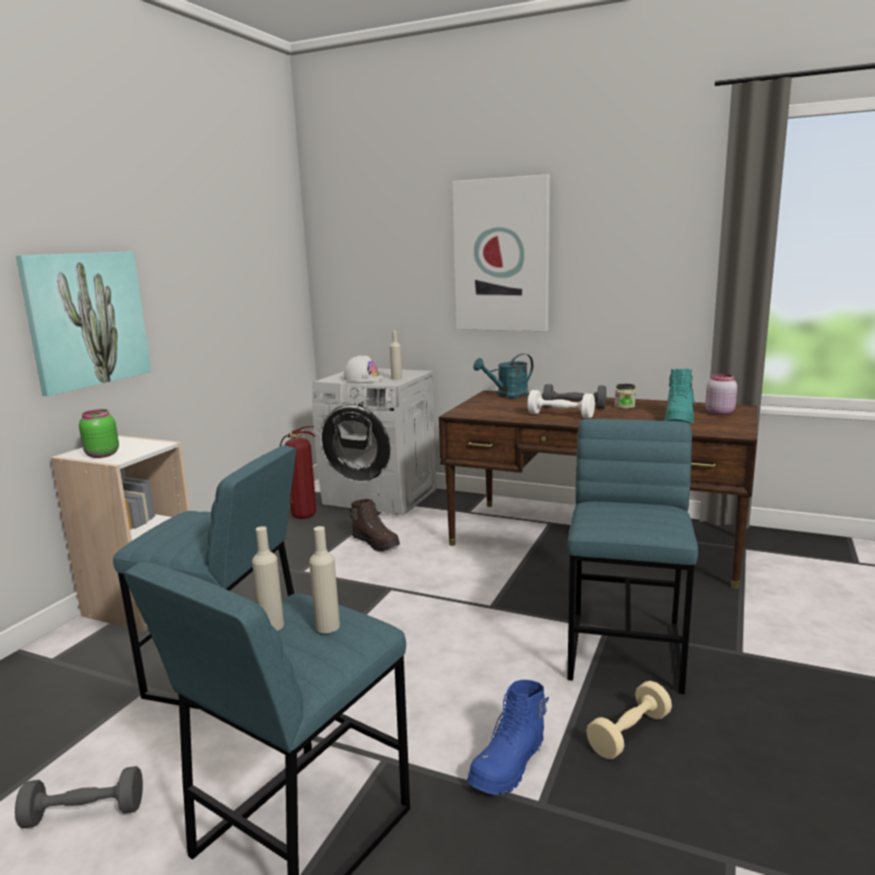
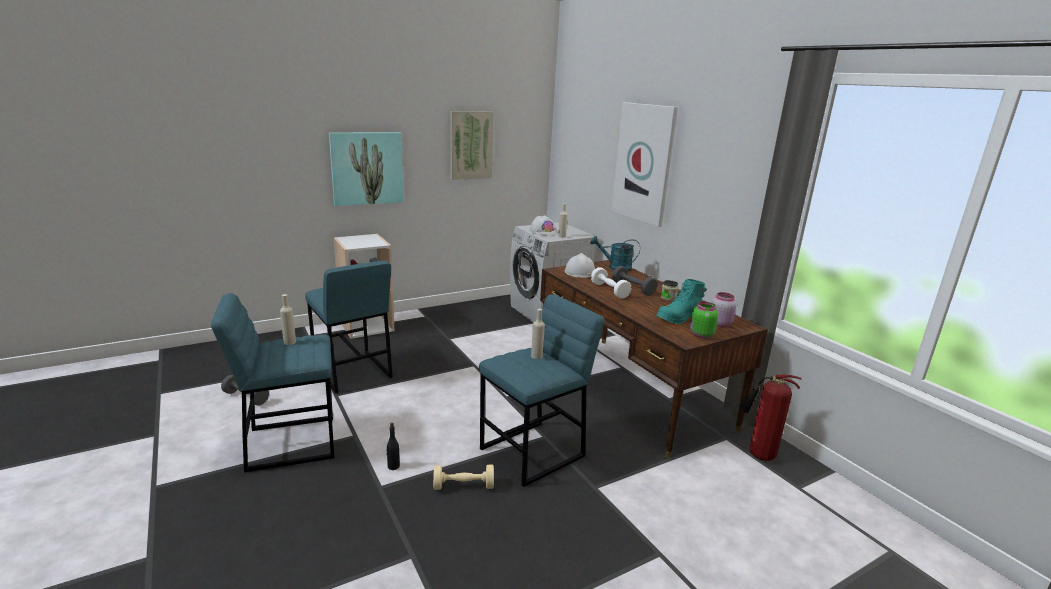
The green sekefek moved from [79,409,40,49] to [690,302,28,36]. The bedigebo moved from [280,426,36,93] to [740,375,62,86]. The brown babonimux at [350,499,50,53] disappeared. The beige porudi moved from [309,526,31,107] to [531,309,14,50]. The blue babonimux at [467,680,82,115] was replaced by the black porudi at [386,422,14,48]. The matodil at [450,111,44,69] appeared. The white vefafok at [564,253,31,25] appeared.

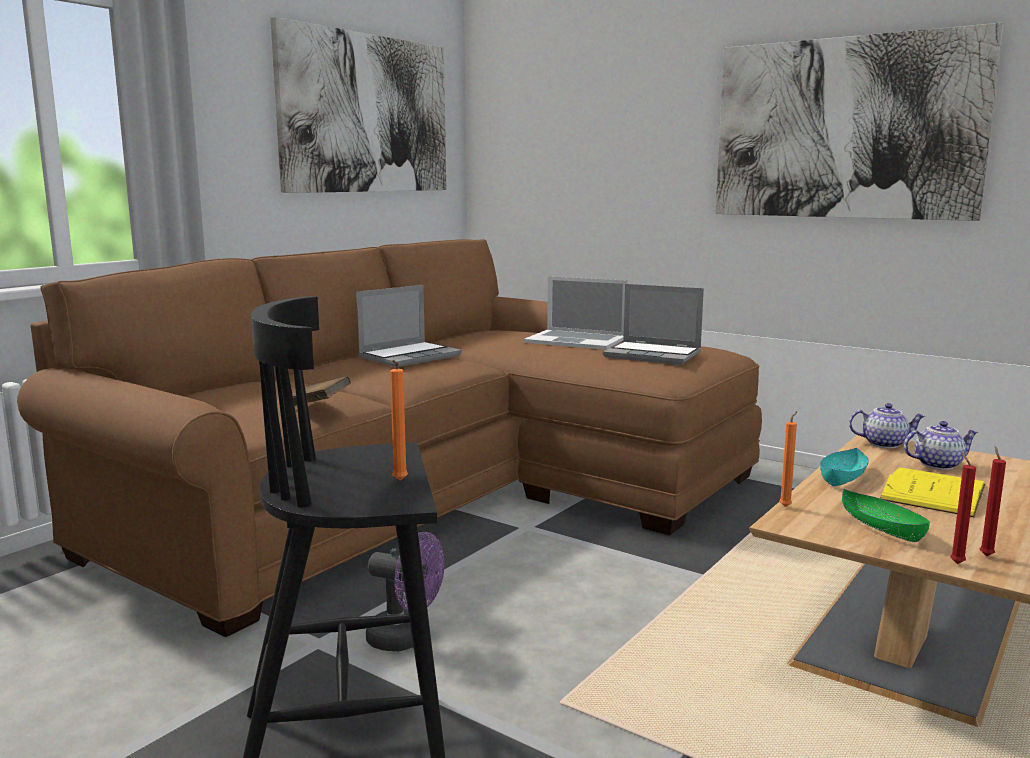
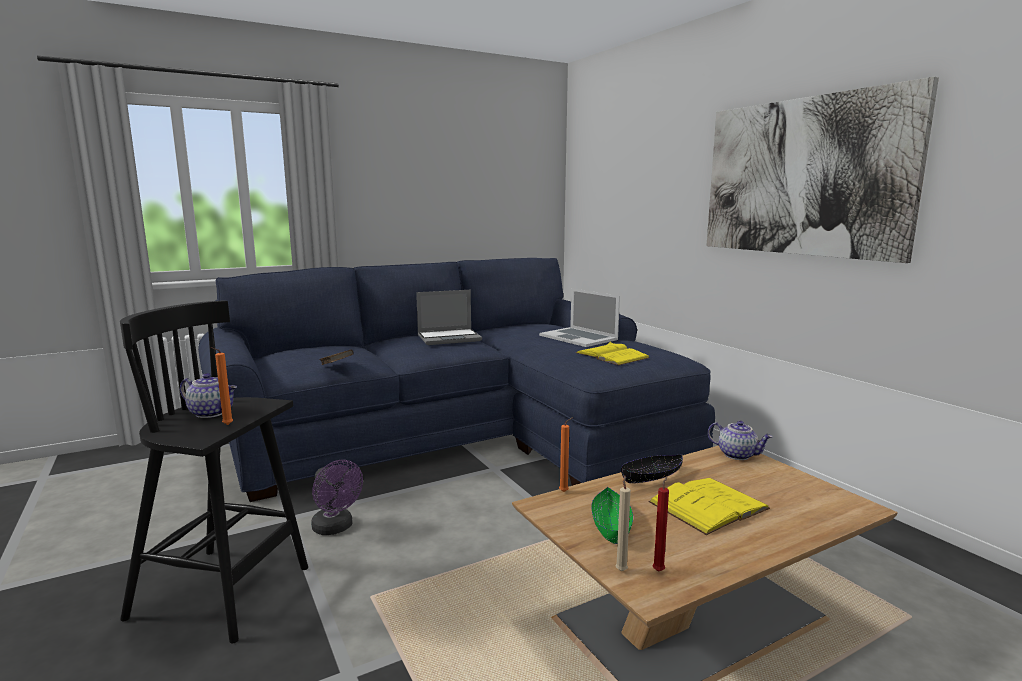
The matodil at [270,17,176,176] disappeared. The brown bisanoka at [17,239,745,398] became the blue bisanoka at [198,258,517,244]. The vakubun at [603,284,101,81] was replaced by the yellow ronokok at [576,342,74,24]. The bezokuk moved from [904,421,74,49] to [180,373,57,45]. The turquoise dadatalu at [820,448,49,39] became the black dadatalu at [621,454,62,29]. The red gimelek at [950,452,26,112] became the beige gimelek at [615,476,16,95].

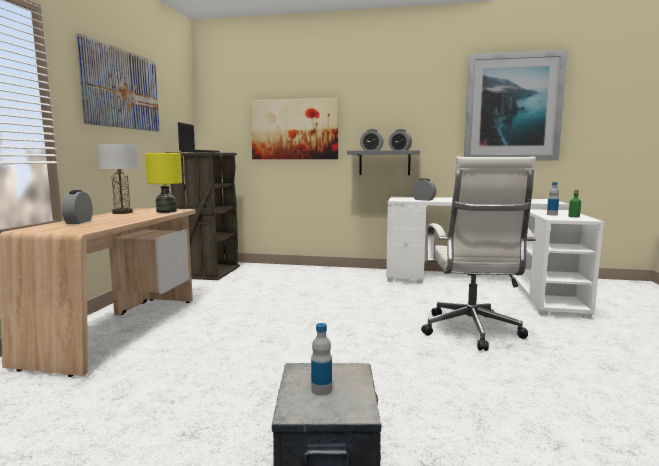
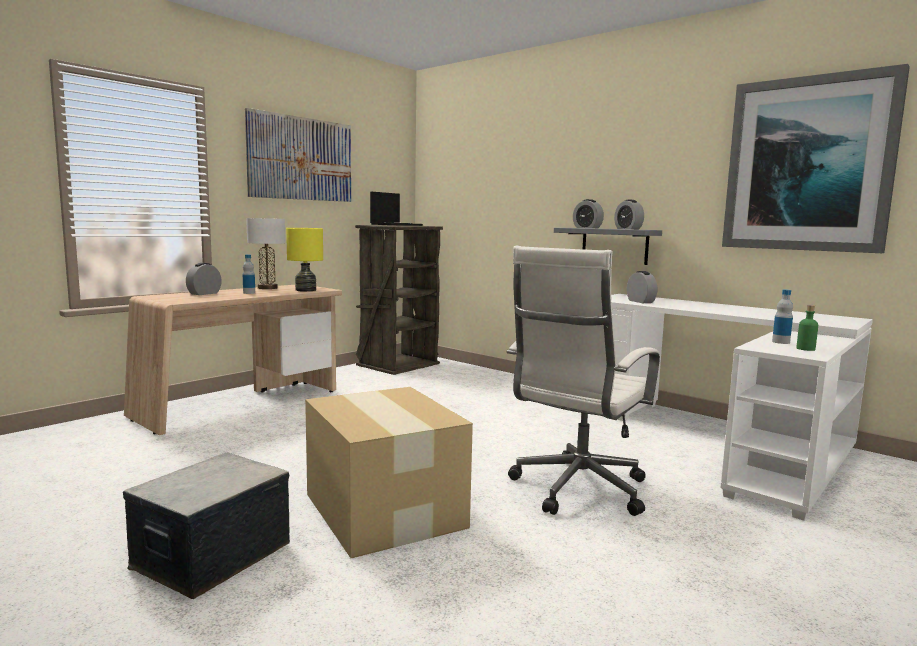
The matodil at [251,98,87,61] disappeared. The porudi moved from [311,323,21,72] to [243,255,12,39]. The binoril at [305,387,168,171] appeared.

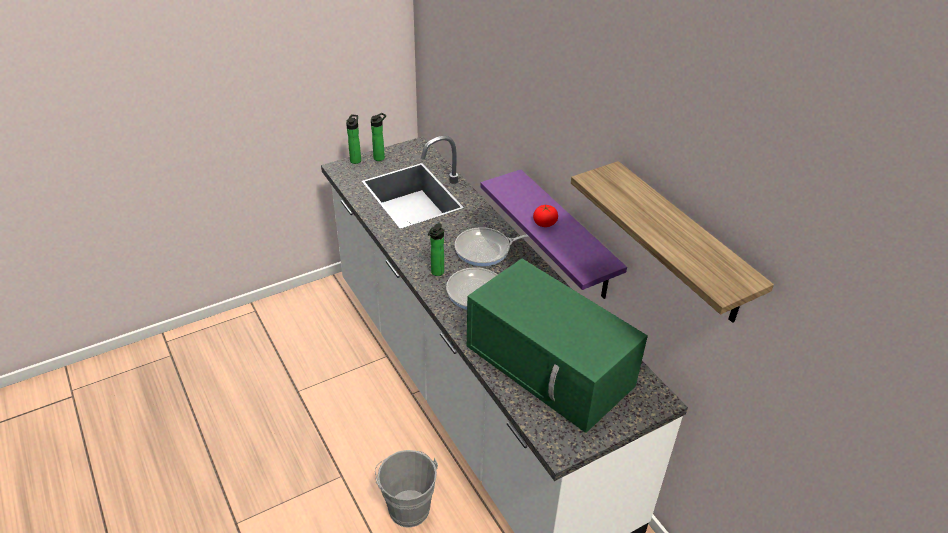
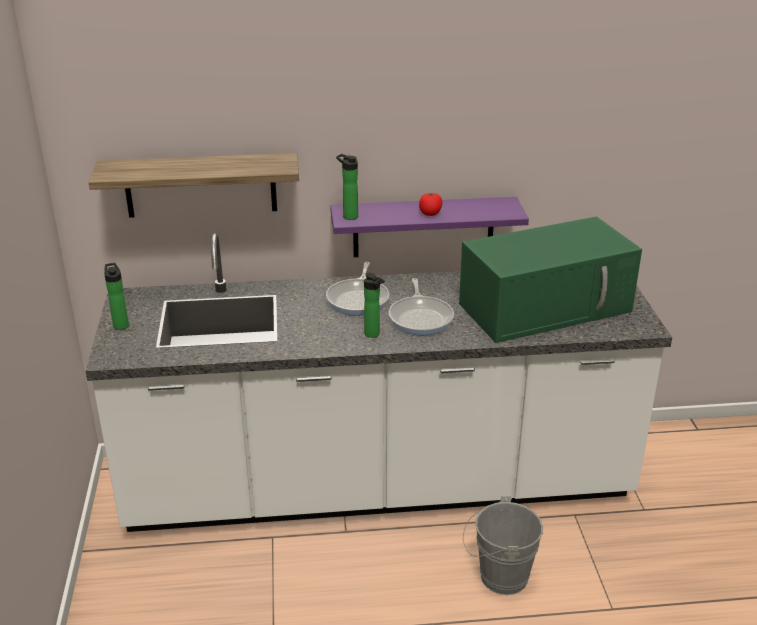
The porudi moved from [346,115,15,49] to [336,154,22,66]. The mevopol moved from [571,161,203,162] to [89,153,210,65].

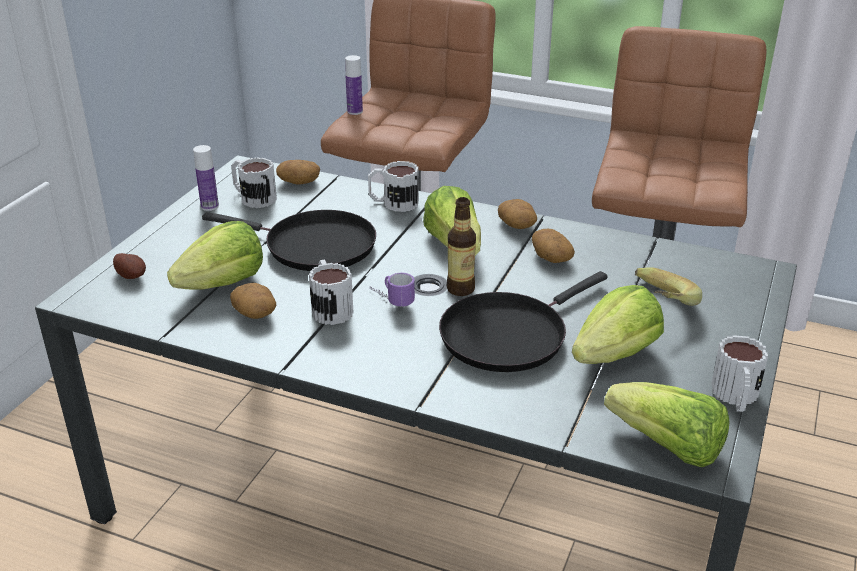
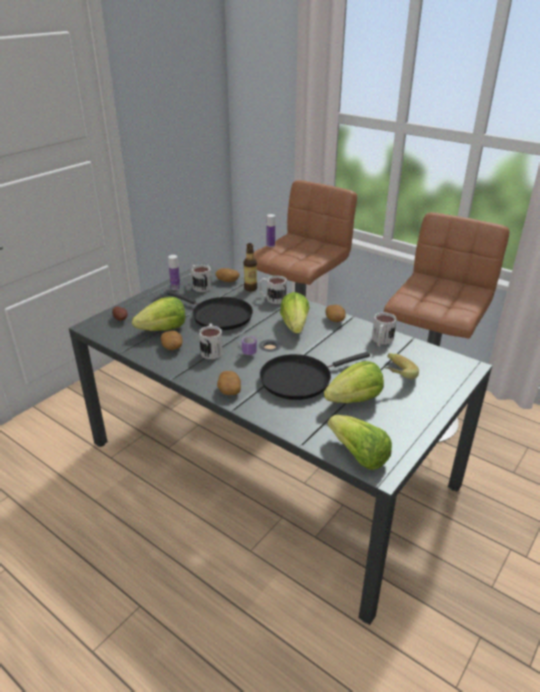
The porudi moved from [447,197,29,99] to [244,243,13,48]. The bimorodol moved from [532,229,43,34] to [217,371,24,24]. The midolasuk moved from [711,335,57,77] to [372,312,25,34].

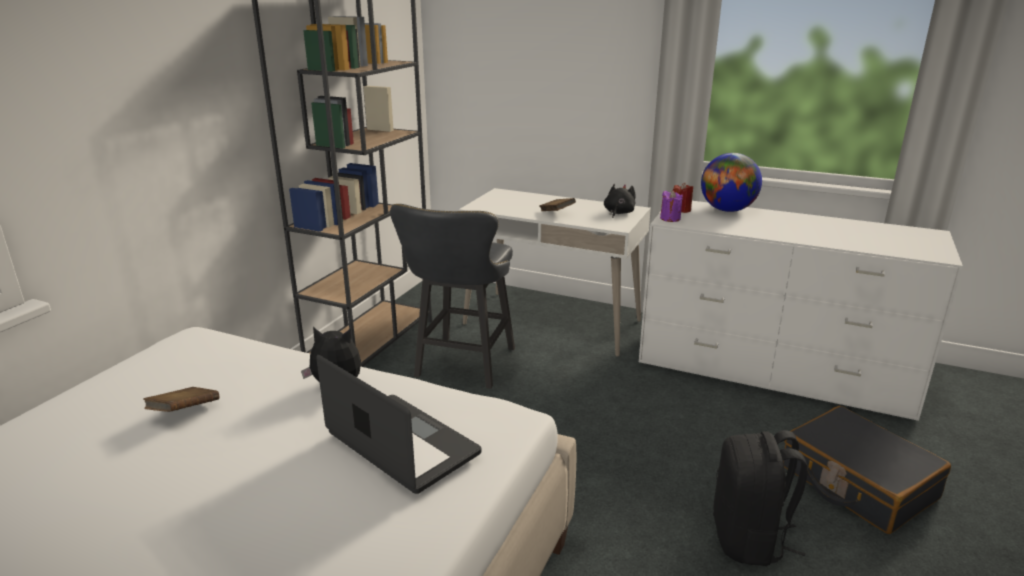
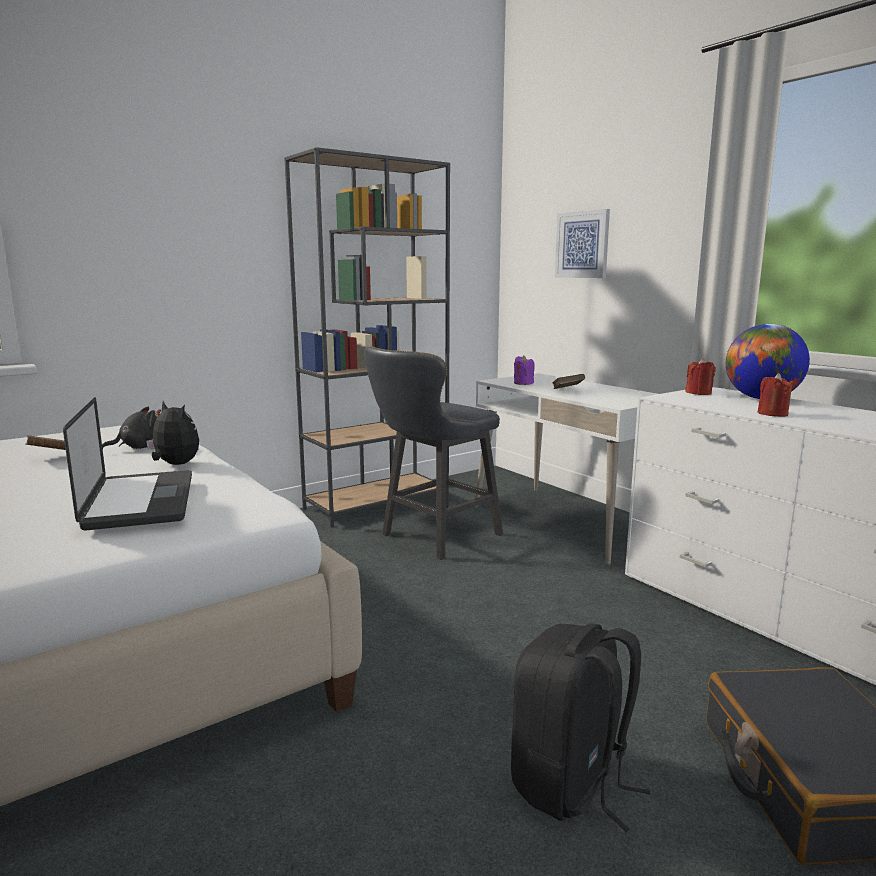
The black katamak moved from [604,184,32,34] to [102,407,59,42]. The purple gimelek moved from [660,190,23,32] to [514,355,21,30]. The matodil at [555,209,55,69] appeared. The red gimelek at [757,373,36,44] appeared.

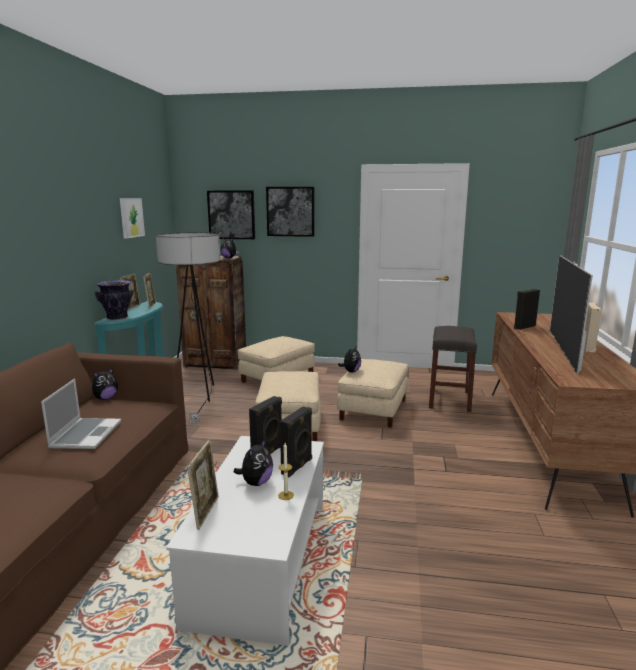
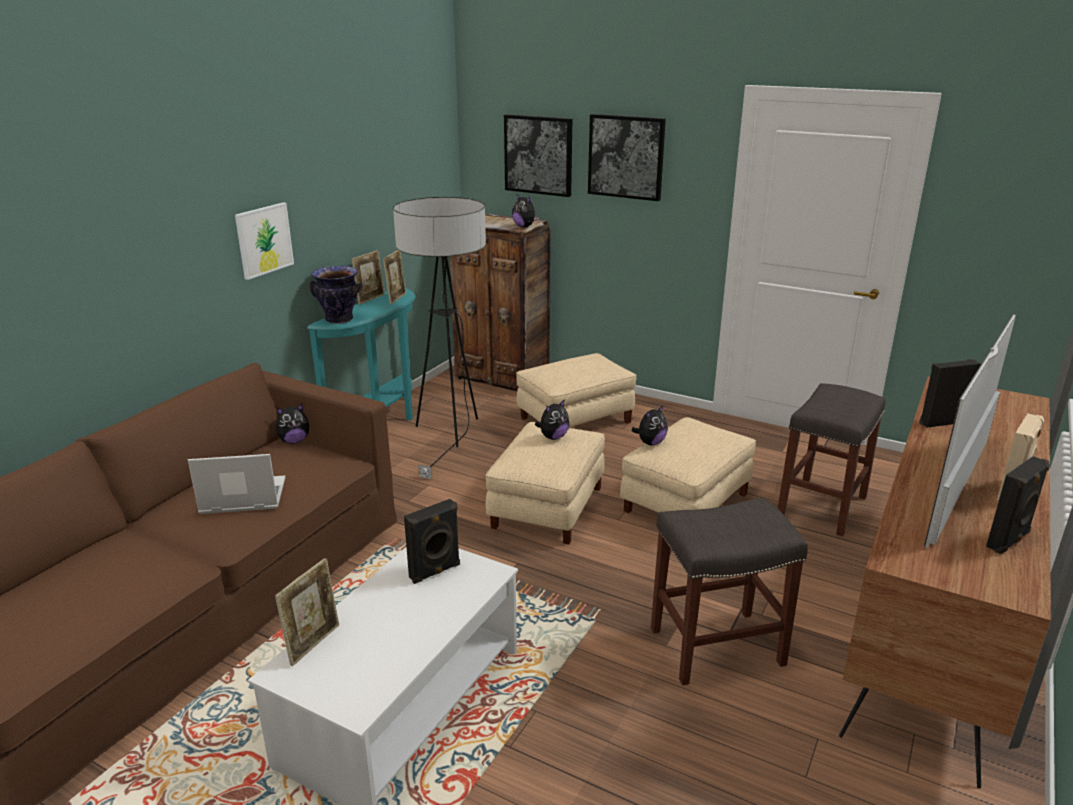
The matodil moved from [120,198,25,41] to [235,202,59,78]. The vakubun at [41,379,80,70] turned 120 degrees counterclockwise. The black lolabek moved from [280,407,32,70] to [986,456,64,98]. The katamak moved from [233,439,40,47] to [535,399,34,41]. The gimelek at [278,443,16,57] disappeared. The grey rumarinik at [651,497,157,188] appeared.

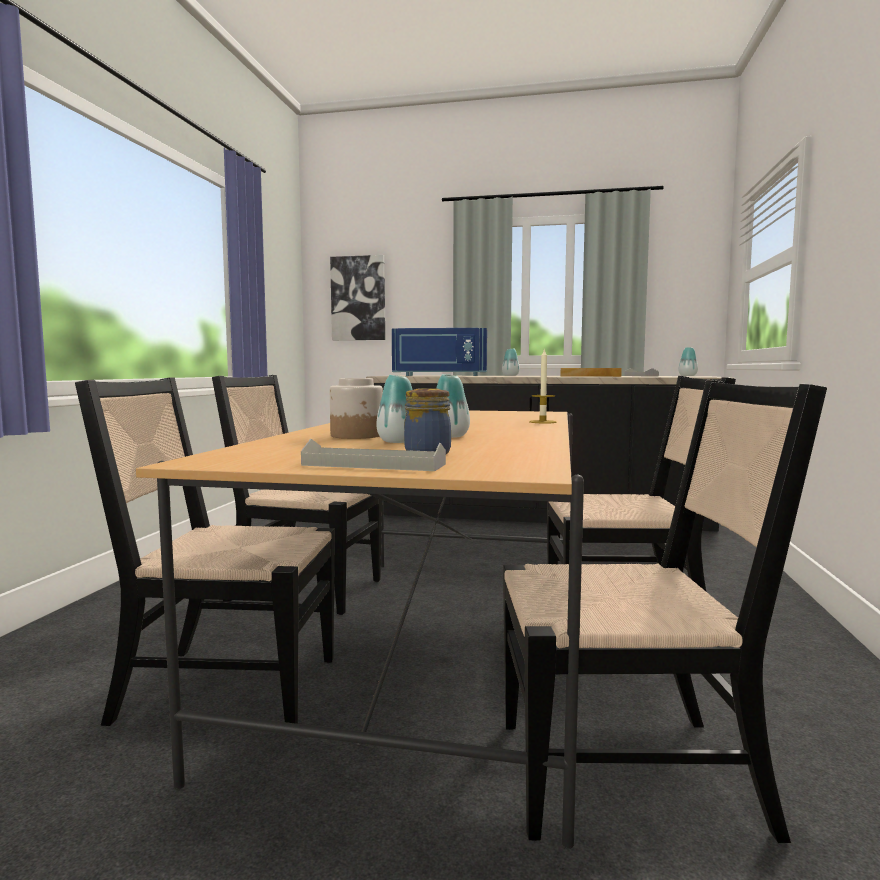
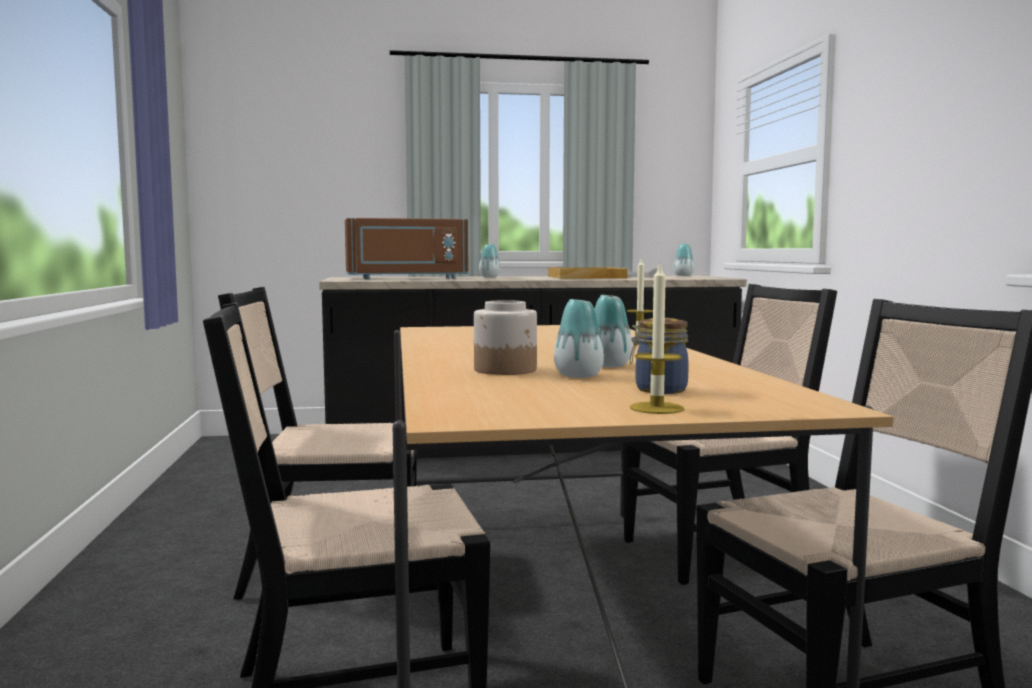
The matodil at [330,255,55,85] disappeared. The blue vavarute at [392,328,95,48] became the brown vavarute at [345,218,123,61]. The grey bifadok at [301,439,145,32] was replaced by the gimelek at [630,265,55,149].

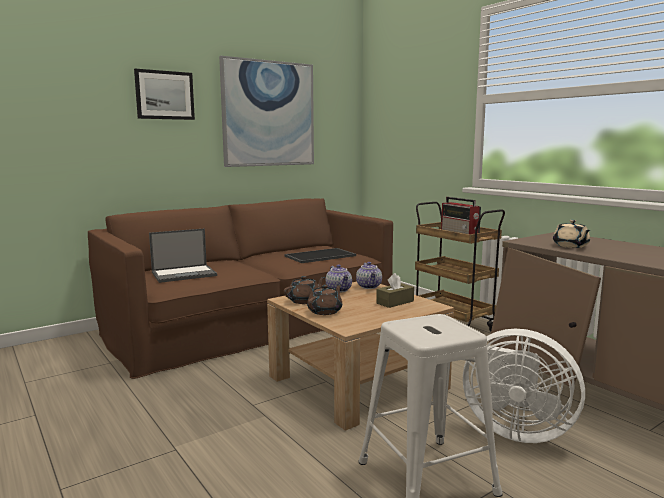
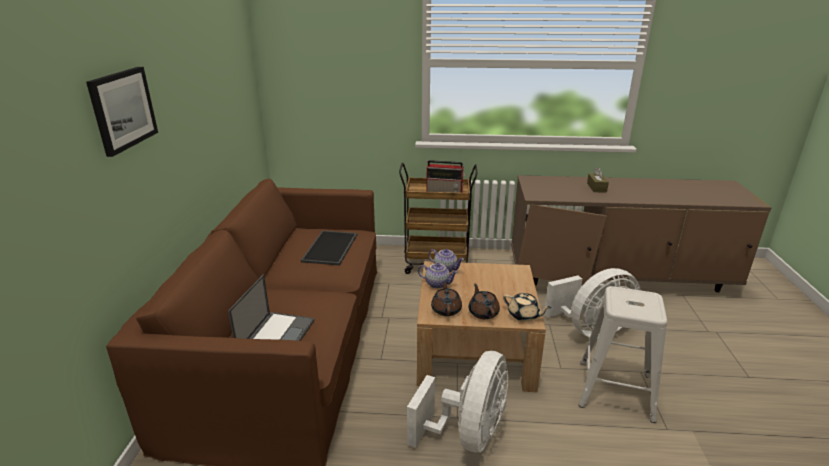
The matodil at [219,56,95,111] disappeared. The beige bezokuk moved from [553,220,37,28] to [503,293,48,29]. The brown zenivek moved from [376,273,38,35] to [587,167,22,25]. The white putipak at [407,351,101,102] appeared.

